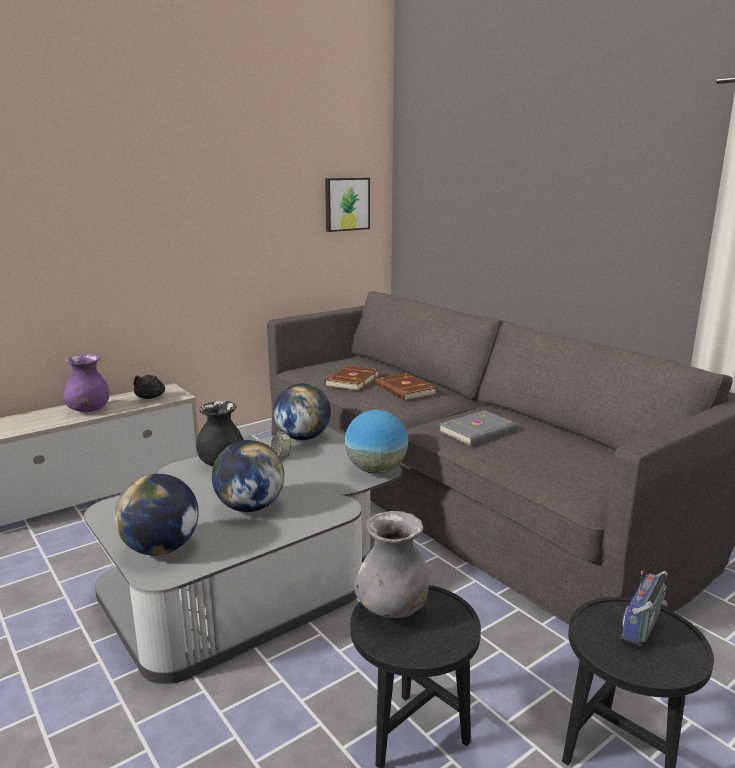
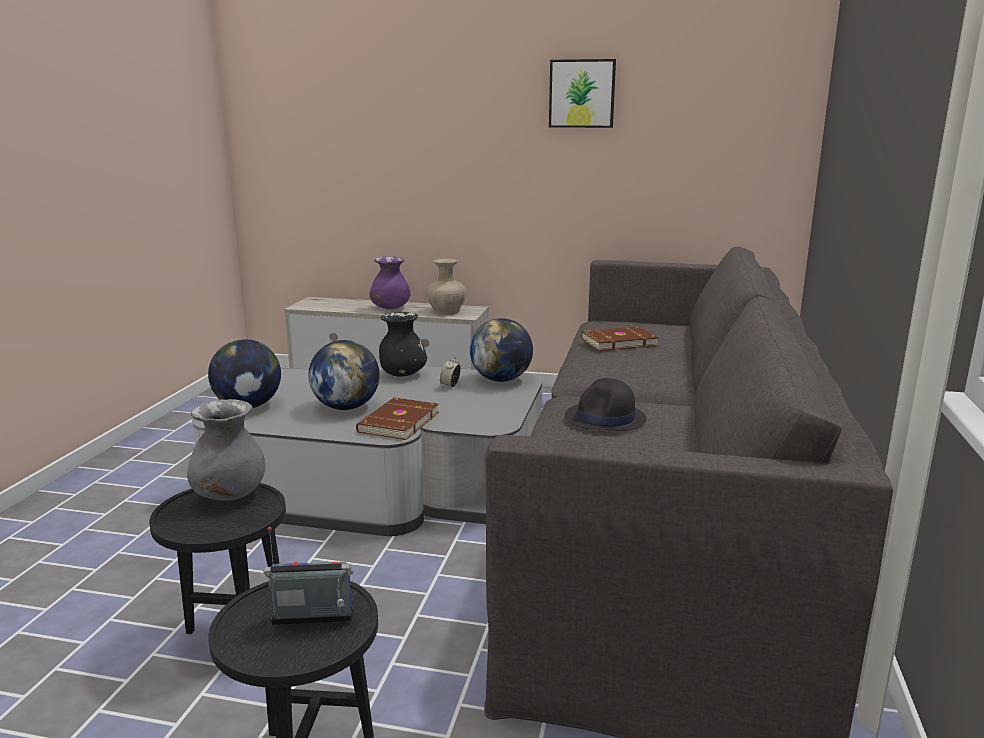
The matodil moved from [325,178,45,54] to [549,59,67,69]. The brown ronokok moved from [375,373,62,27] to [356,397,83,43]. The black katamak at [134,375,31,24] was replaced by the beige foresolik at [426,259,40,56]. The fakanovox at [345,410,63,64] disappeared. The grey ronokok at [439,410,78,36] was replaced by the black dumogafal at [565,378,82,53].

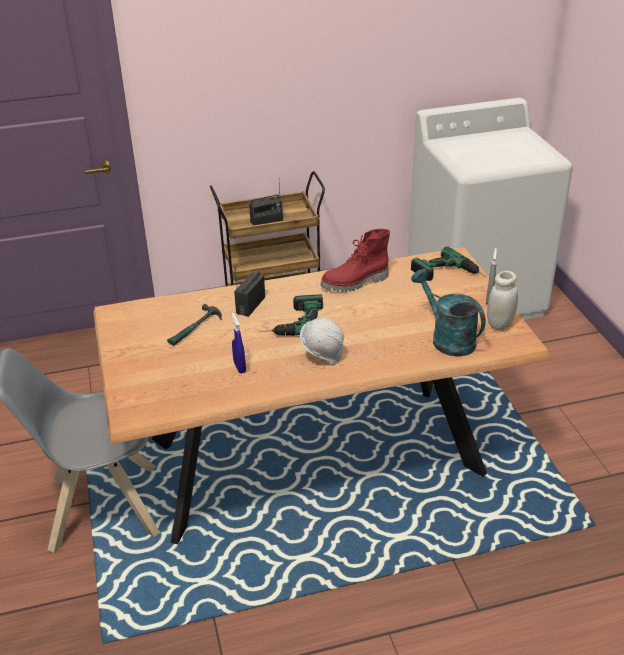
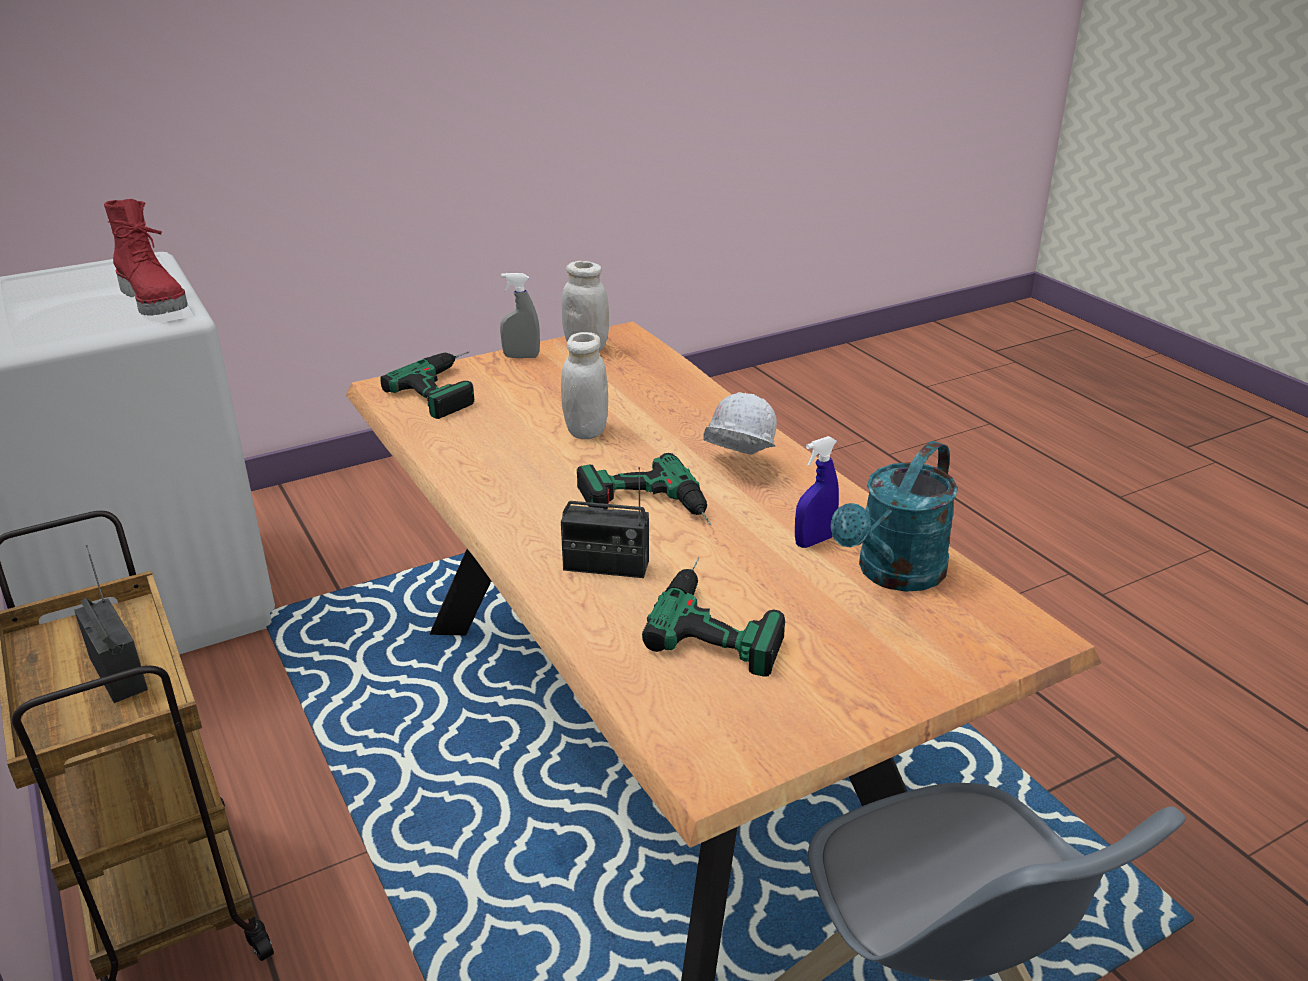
The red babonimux moved from [320,229,70,63] to [104,199,84,117]. The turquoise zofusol moved from [411,269,75,88] to [830,441,128,151]. The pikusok at [167,304,55,42] was replaced by the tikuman at [642,557,143,120]. The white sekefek at [561,332,47,107] appeared.

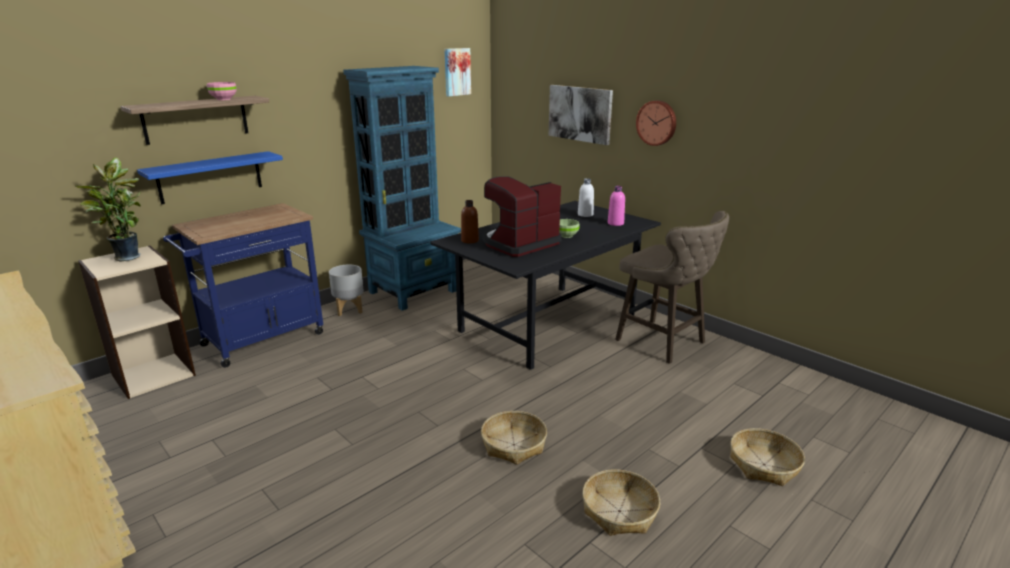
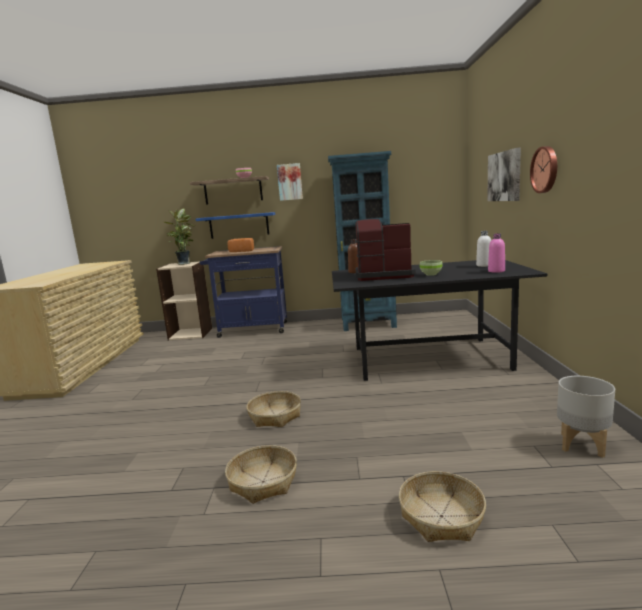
The matodil moved from [444,48,27,48] to [277,163,26,38]. The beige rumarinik at [615,211,114,153] disappeared. The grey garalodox moved from [329,265,35,51] to [557,376,58,82]. The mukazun at [228,238,26,14] appeared.

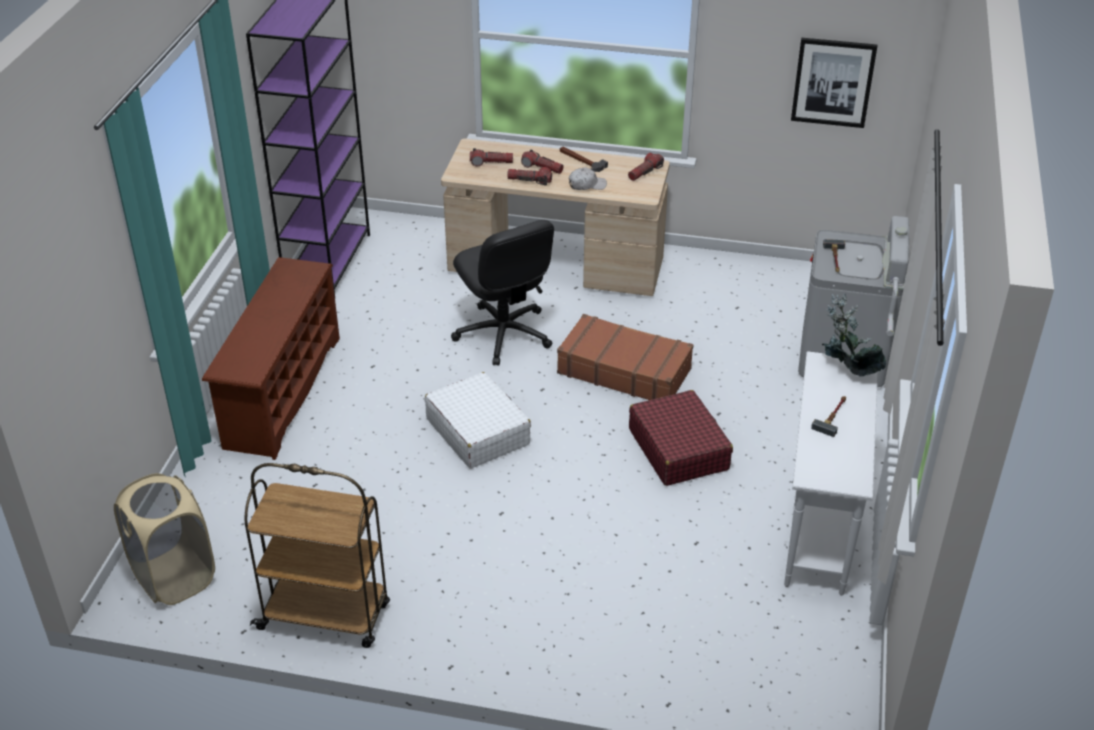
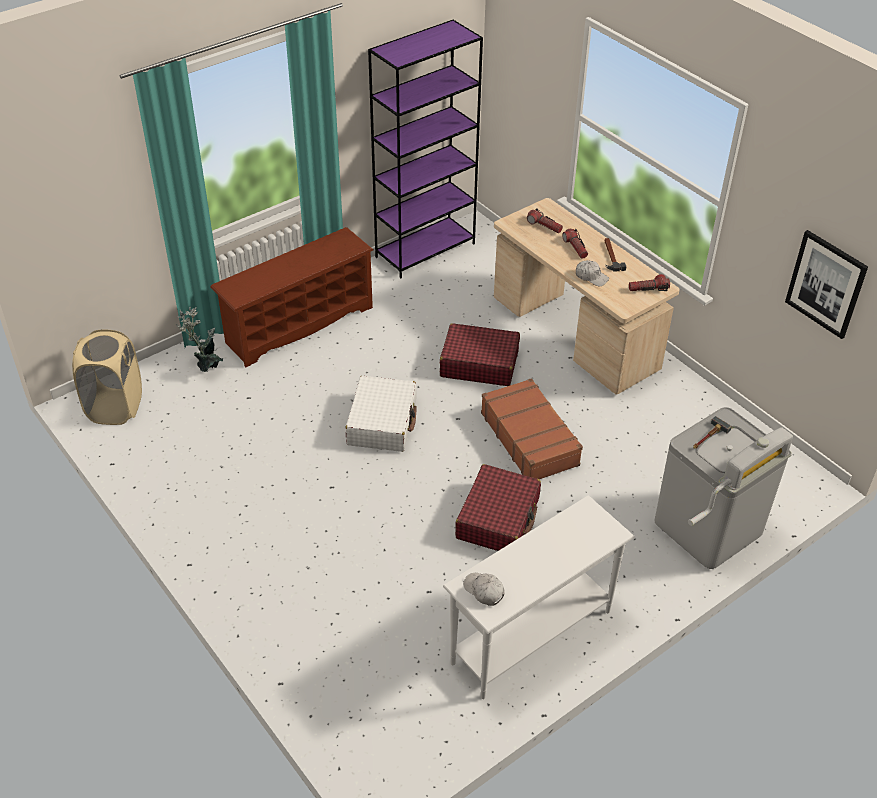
The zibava at [507,167,45,19] disappeared. The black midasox at [451,220,103,146] was replaced by the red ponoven at [440,323,80,63]. The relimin moved from [822,293,64,84] to [176,306,47,66]. The pikusok at [811,396,35,41] disappeared. The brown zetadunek at [245,463,145,185] disappeared. The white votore at [463,573,41,33] appeared.

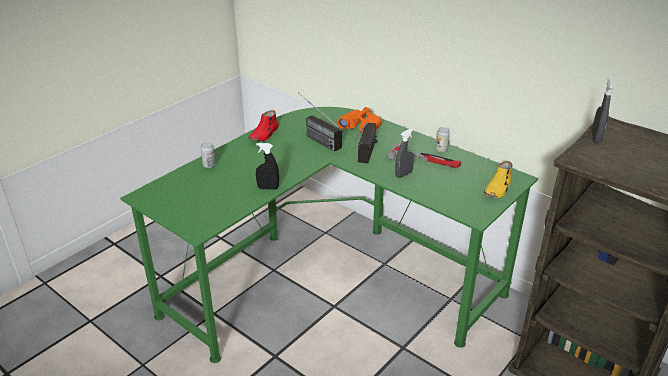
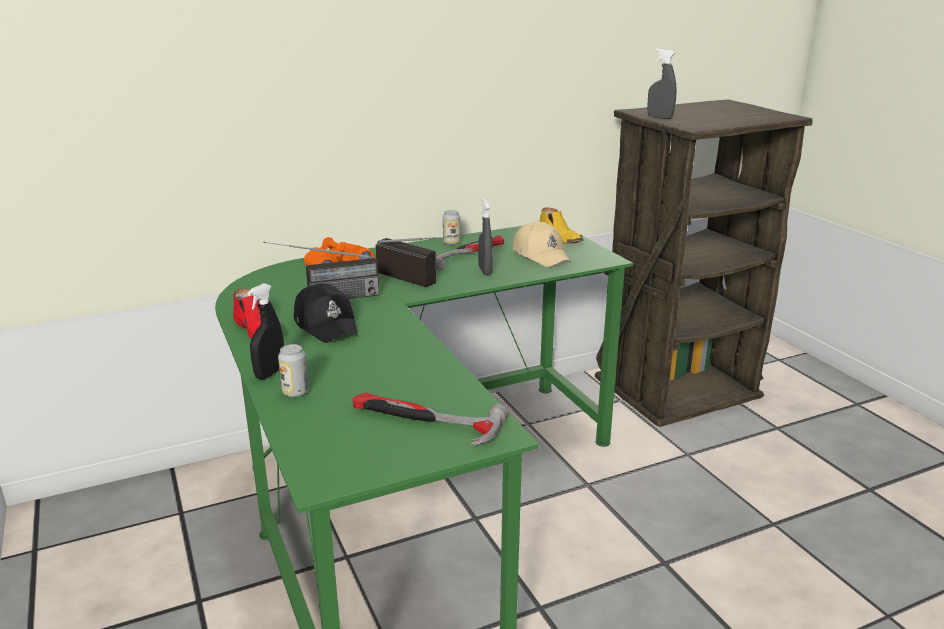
The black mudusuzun moved from [256,143,23,47] to [247,283,37,97]. The beige votore at [512,221,59,46] appeared. The black votore at [294,283,64,60] appeared. The pikusok at [352,393,156,53] appeared.

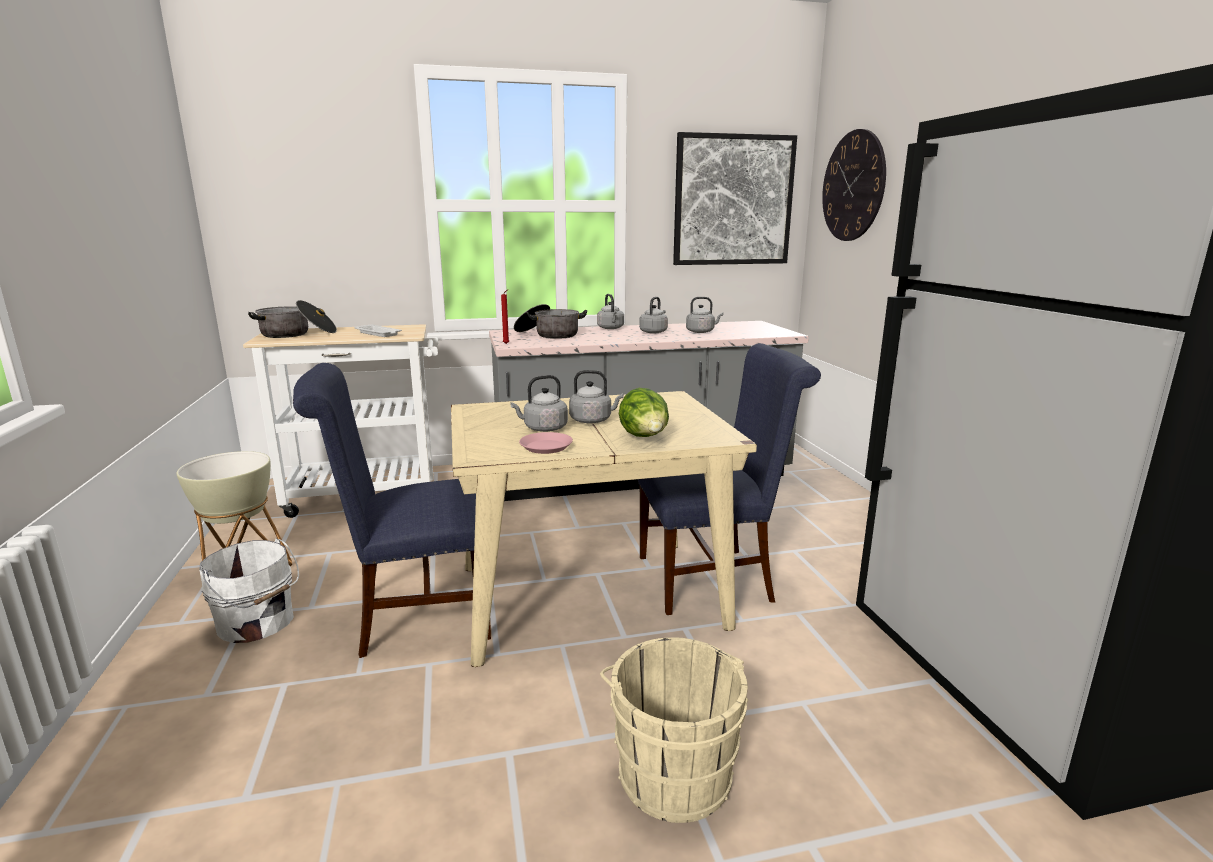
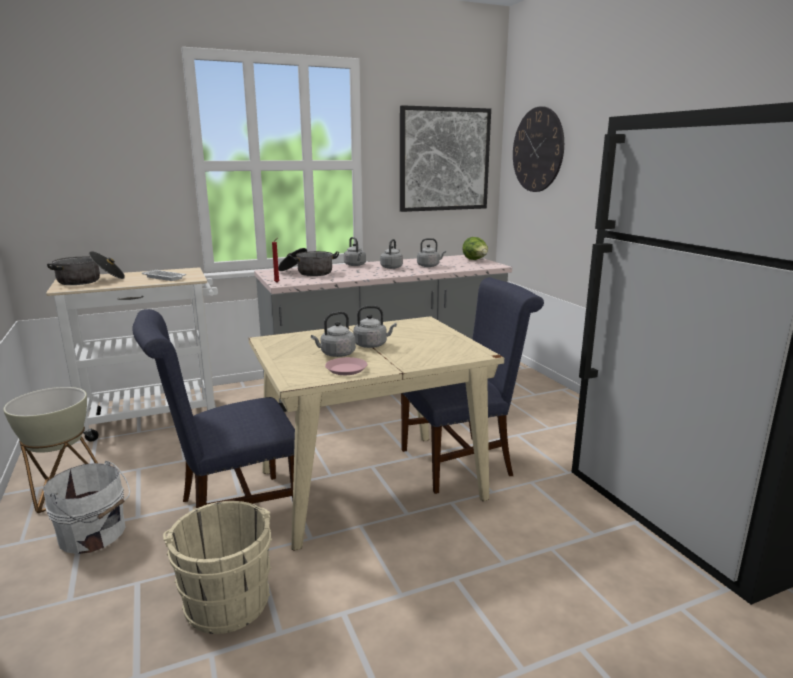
The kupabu moved from [619,388,50,49] to [462,237,26,23]. The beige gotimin moved from [600,637,148,186] to [163,501,109,133].

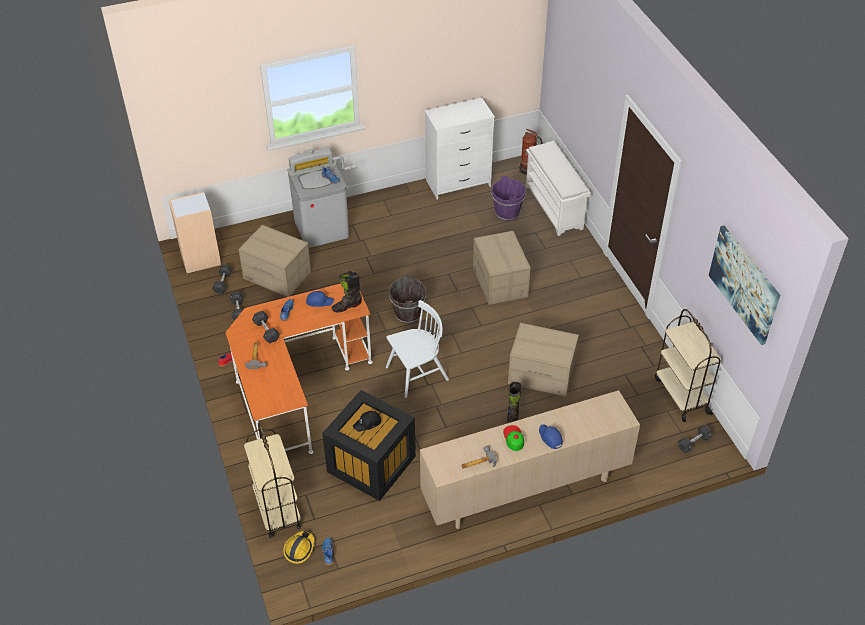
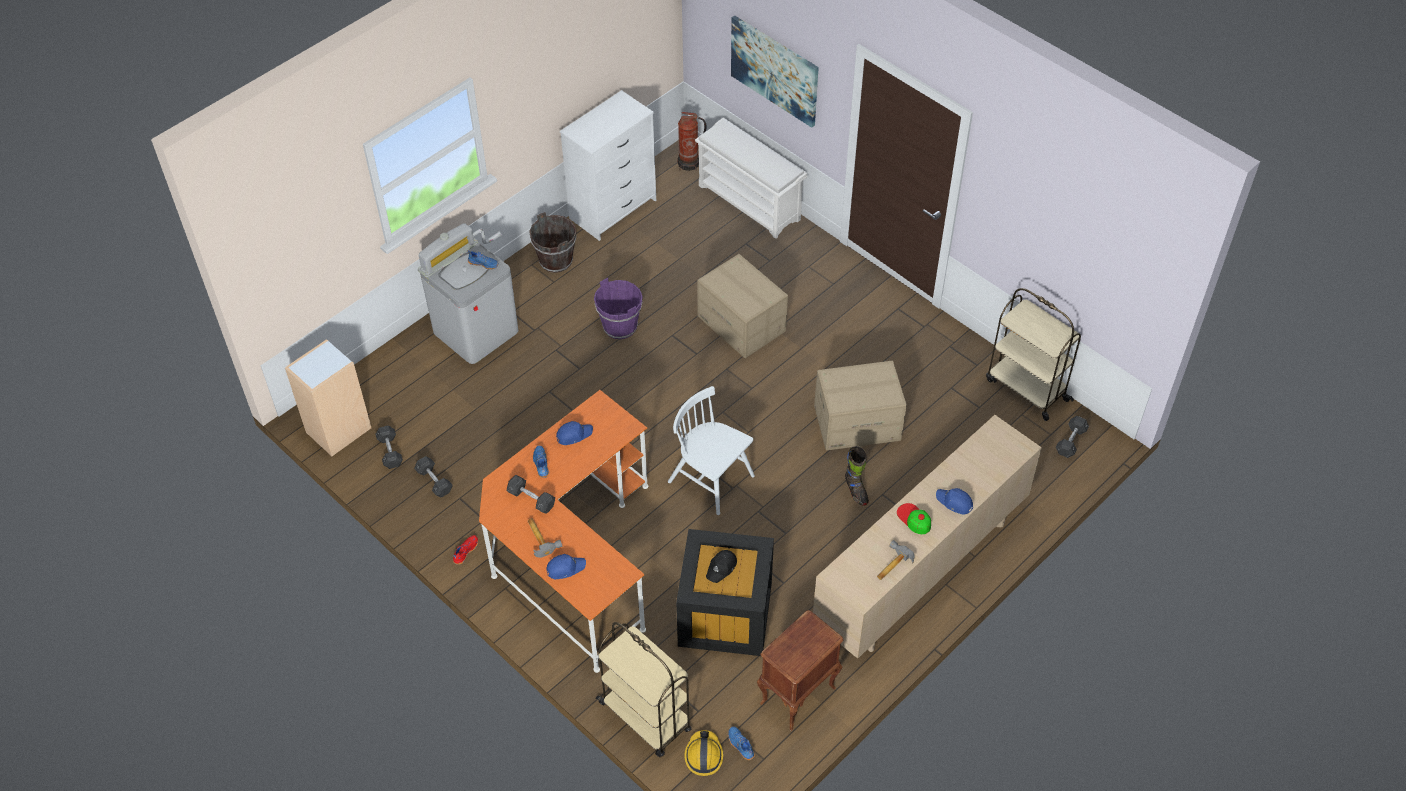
The purple gotimin moved from [492,175,34,46] to [594,278,49,61]. The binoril at [238,225,73,72] disappeared. The matodil moved from [709,226,71,119] to [731,15,88,113]. The black babonimux at [331,271,31,41] disappeared. The brown gotimin moved from [389,274,37,50] to [529,212,47,61]. The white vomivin at [386,300,63,98] turned 90 degrees counterclockwise. The blue votore at [547,554,39,25] appeared. The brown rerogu at [757,610,87,121] appeared.

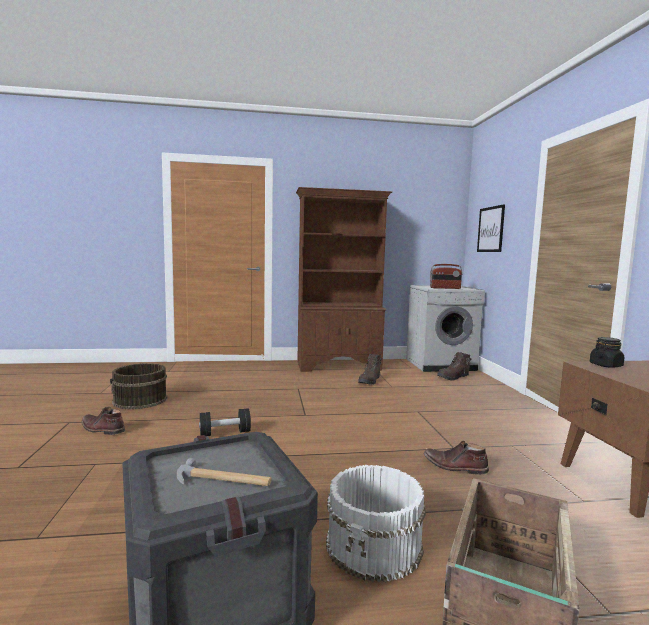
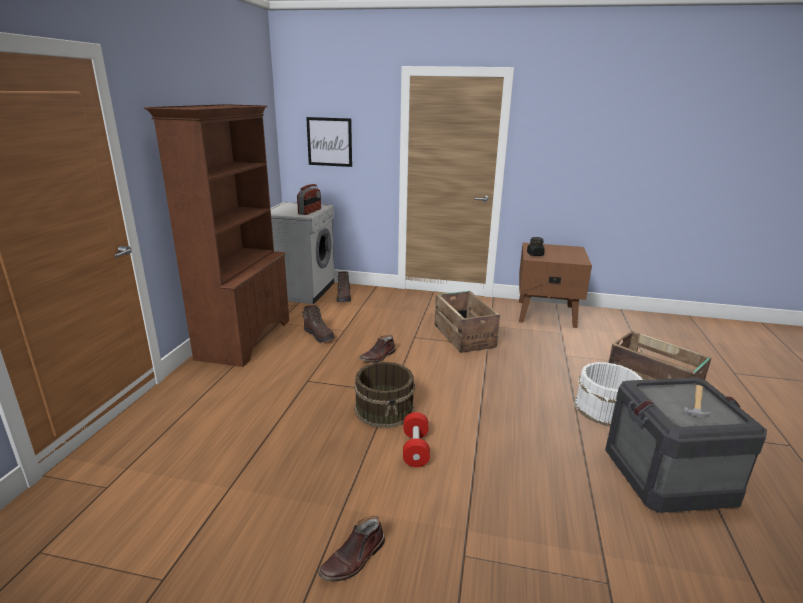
The brown gotimin moved from [110,363,57,46] to [354,362,61,66]. The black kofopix at [199,408,52,28] became the red kofopix at [403,412,27,55]. The brown babonimux moved from [424,441,65,34] to [359,335,37,28]. The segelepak at [434,291,66,62] appeared.

